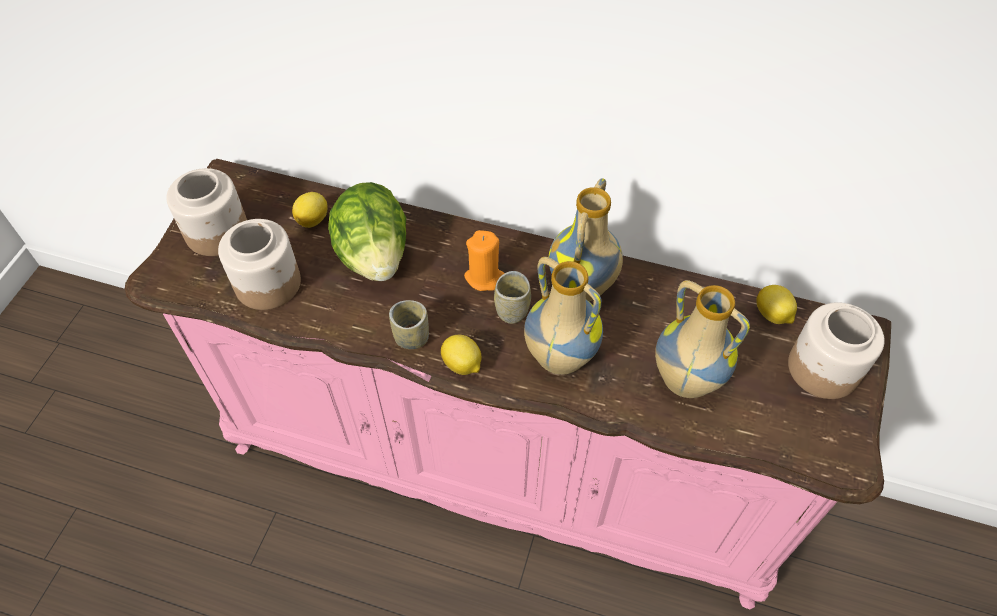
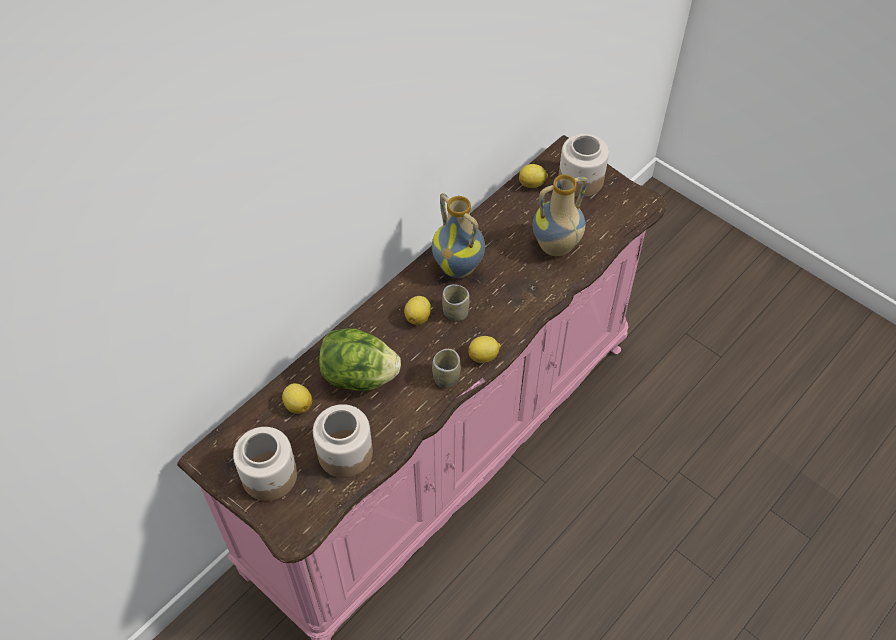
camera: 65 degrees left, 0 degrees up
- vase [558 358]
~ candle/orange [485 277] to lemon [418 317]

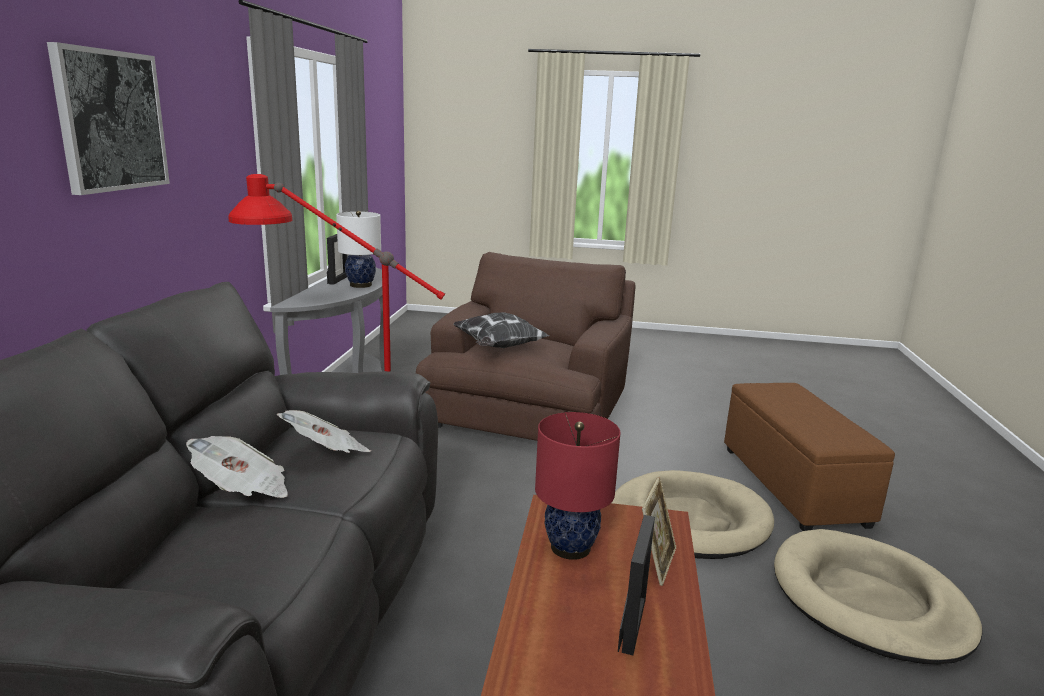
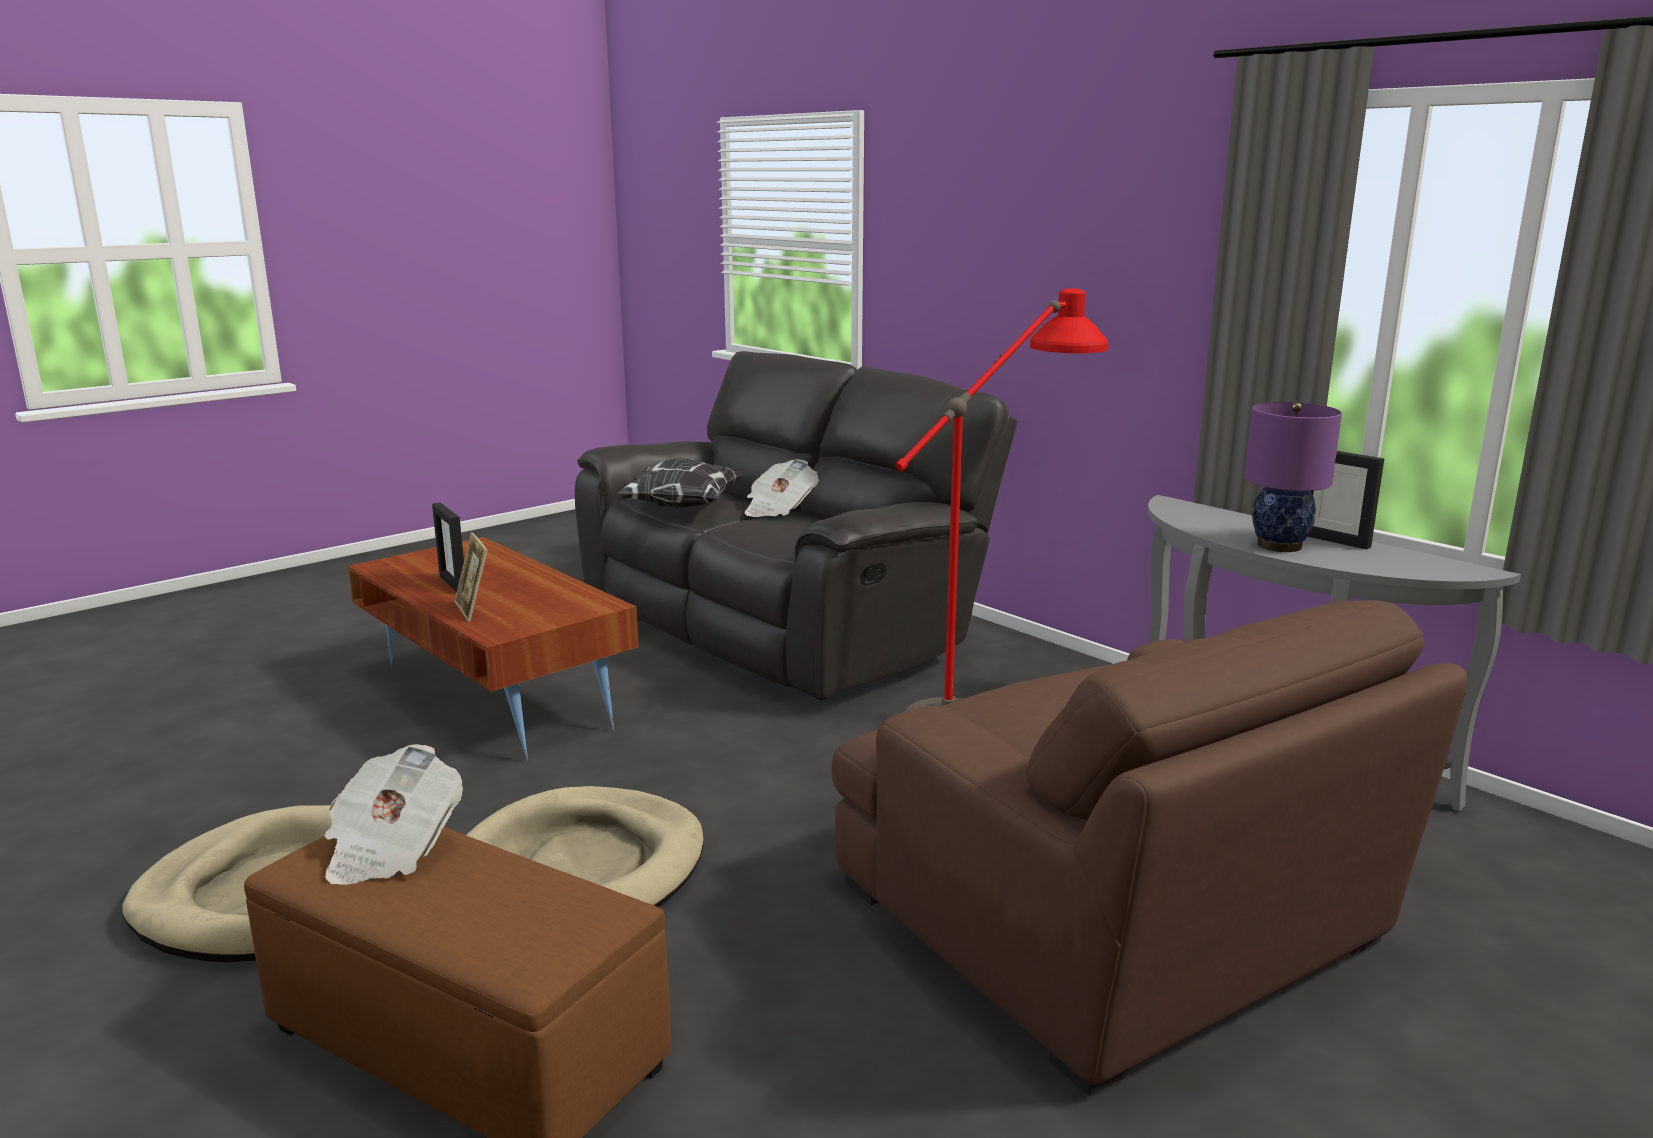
camera: 130 degrees right, 0 degrees up
- picture [111 121]
- table lamp/red [571 547]
~ newspaper [326 453] to [391 849]
~ pillow [499 347] to [681 507]
~ table lamp/white [361 285] to table lamp/purple [1280 546]

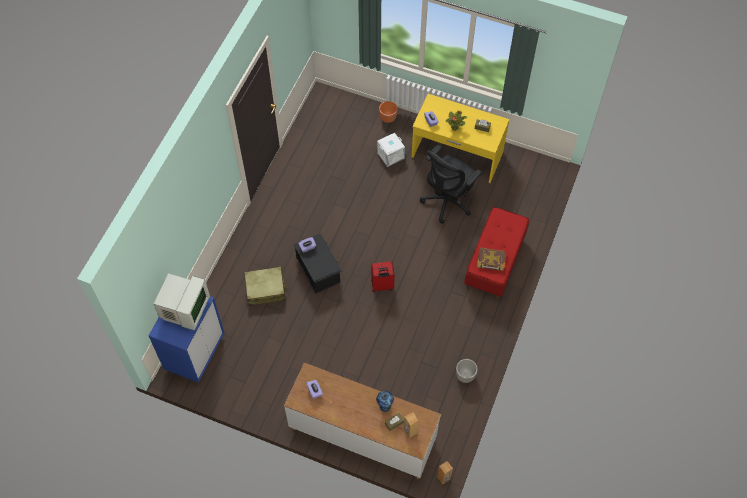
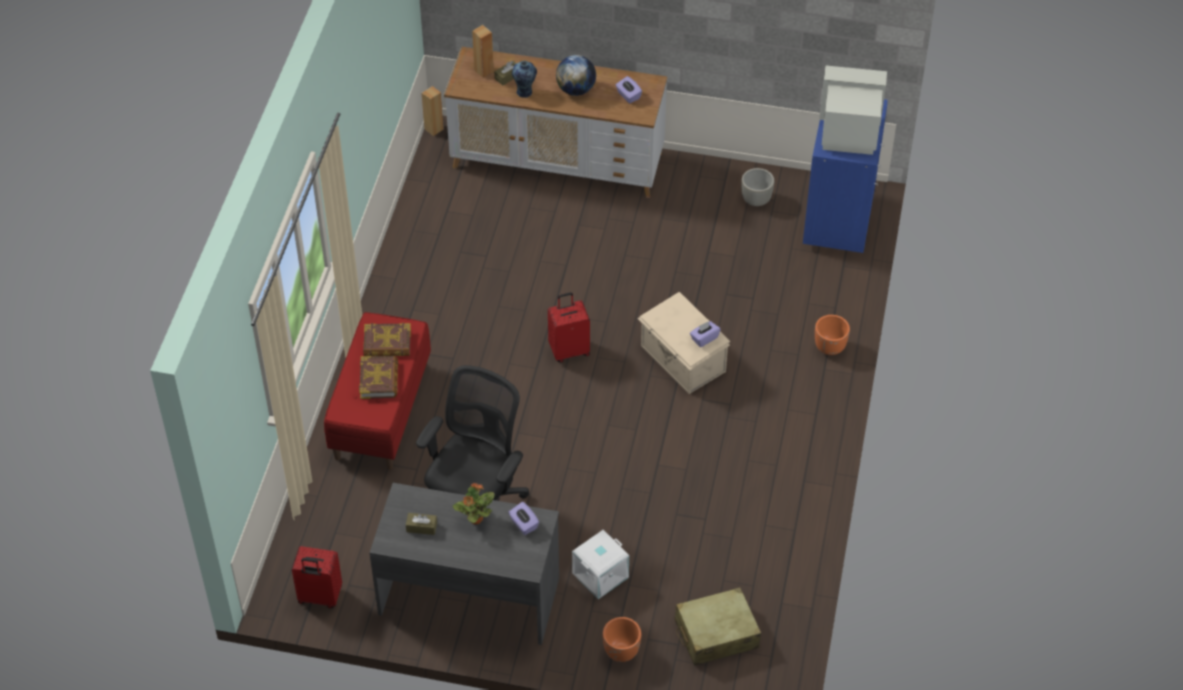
camera: 170 degrees right, 10 degrees down
+ suitcase/red [319 597]
+ book [379 380]
+ globe [576 89]
+ planter/orange [830 348]
~ suitcase/beige [266 289] to [716 634]
~ planter/grey [465 376] to [756 200]
~ storage box/black [318 269] to storage box/beige [682 359]
~ desk/yellow [457 155] to desk/grey [469 594]
~ monitor [184 310] = [849 134] 90 degrees clockwise

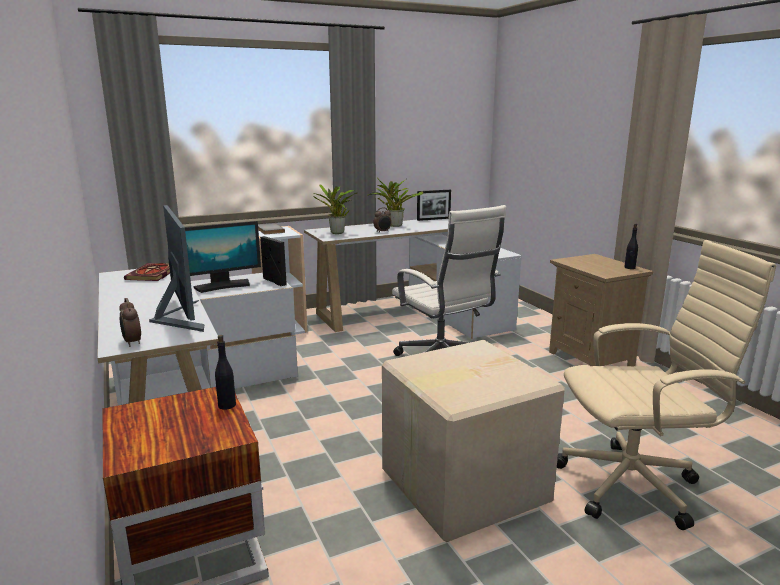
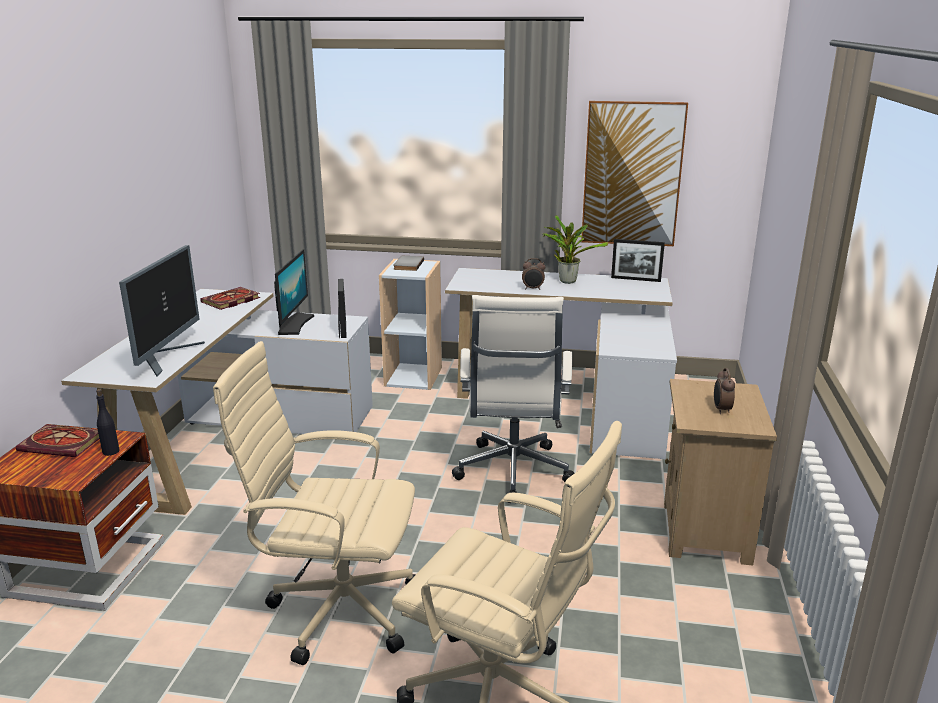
camera: 35 degrees right, 5 degrees up
- potted plant [337 233]
- bottle/black [629 268]
+ book [64 443]
+ picture [632 174]
~ alarm clock [132 342] to [721 409]
~ cardboard box [461 485] to office chair/beige [336 610]
~ monitor [222 286] = [294 324] 90 degrees counterclockwise

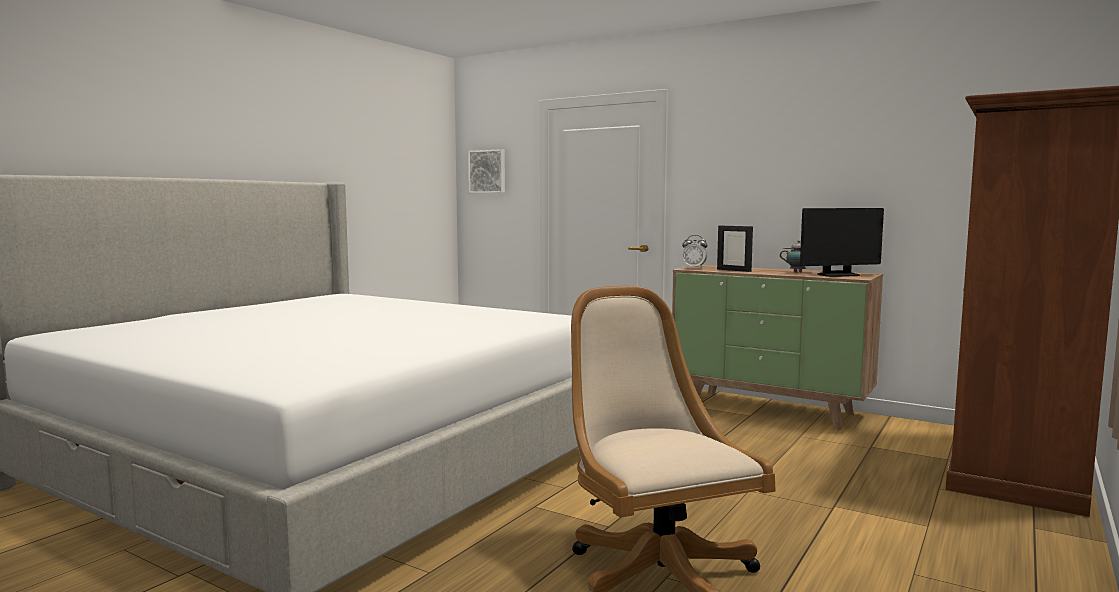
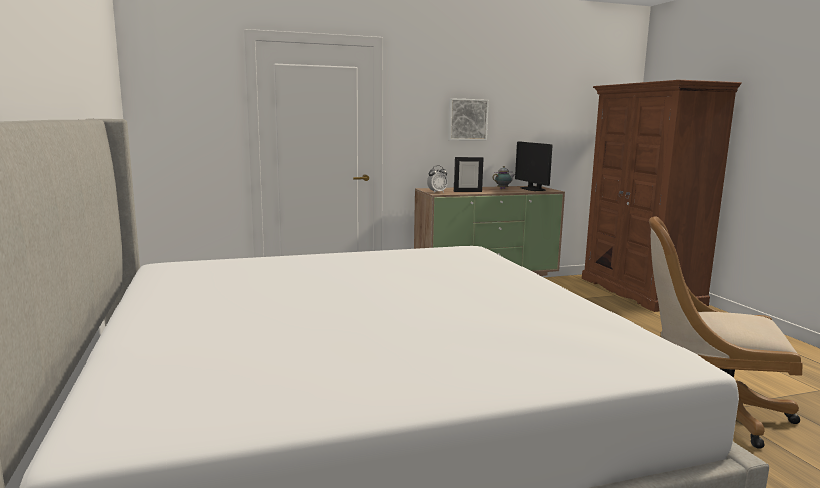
camera: 50 degrees left, 5 degrees up
~ picture [488 171] to [467 119]
~ monitor [838 275] = [532 189] 135 degrees clockwise

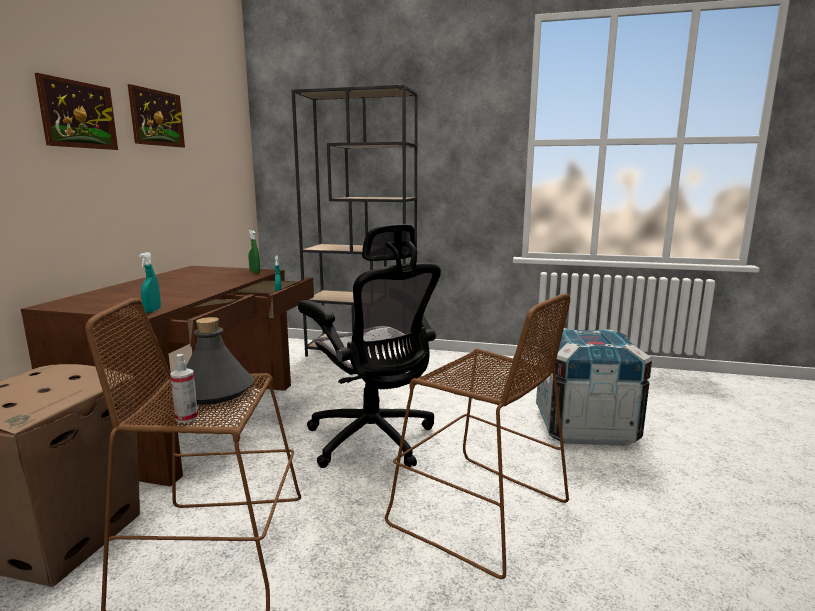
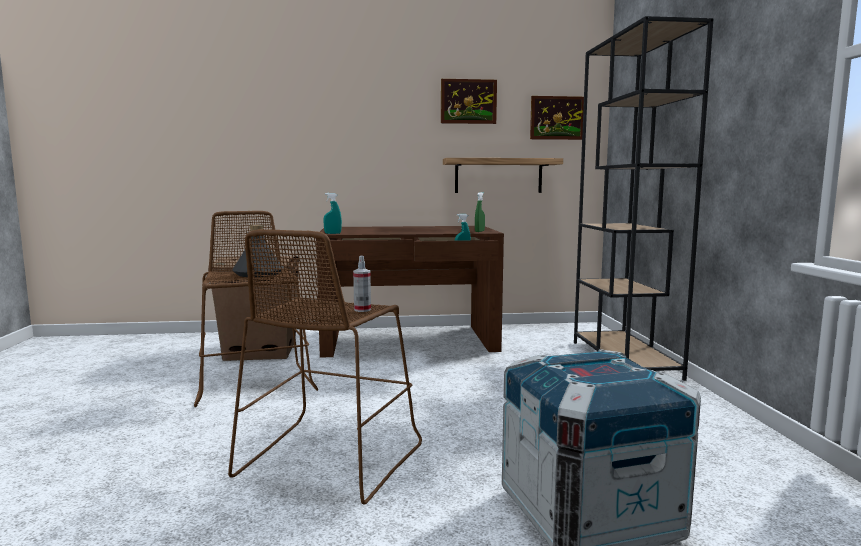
camera: 70 degrees right, 5 degrees down
- office chair [372 439]
+ shelf [498 176]
~ picture [78 115] to [557 118]
~ spray bottle [187 418] to [362 310]

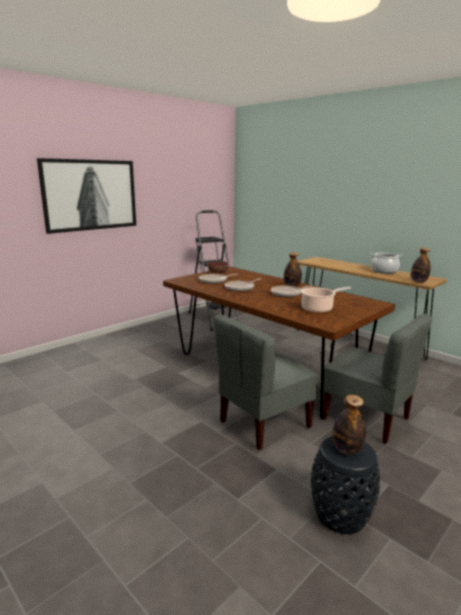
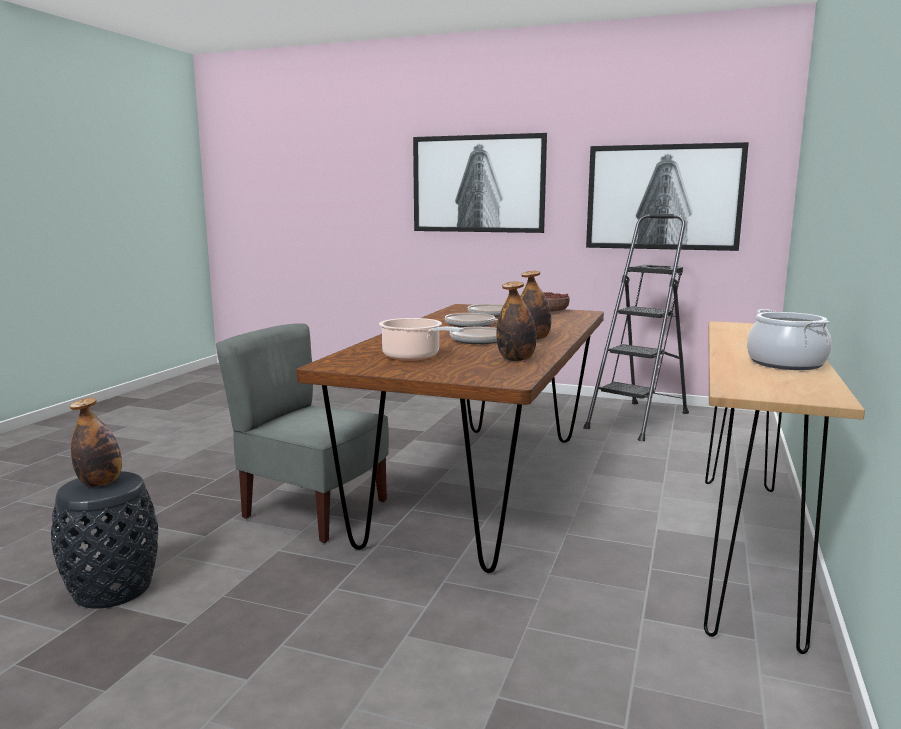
camera: 65 degrees right, 5 degrees down
- chair/grey [366 418]
+ picture [663 197]
~ bottle [418 281] to [516 360]

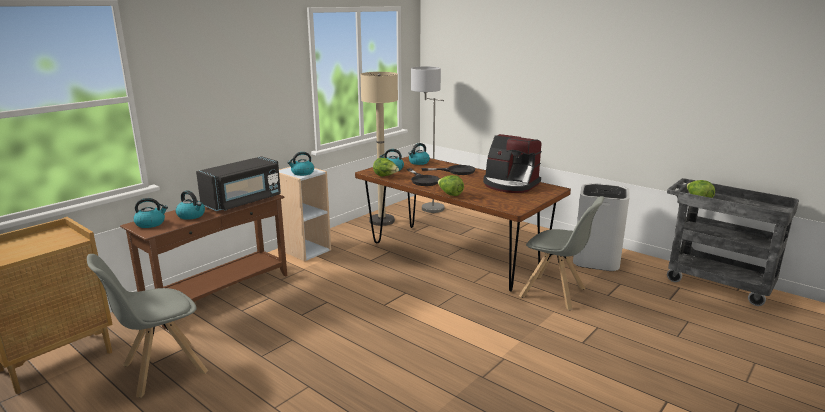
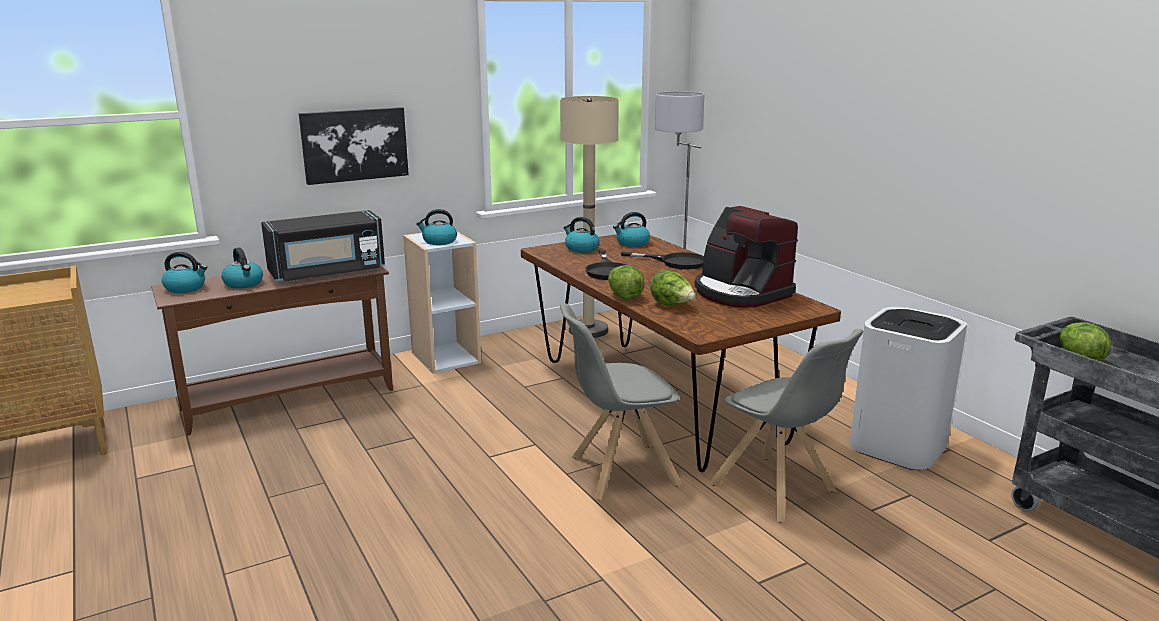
camera: 20 degrees right, 0 degrees up
+ picture [354 145]
~ chair/grey [160 370] to [619 472]
~ lettuce [385 176] to [672 305]

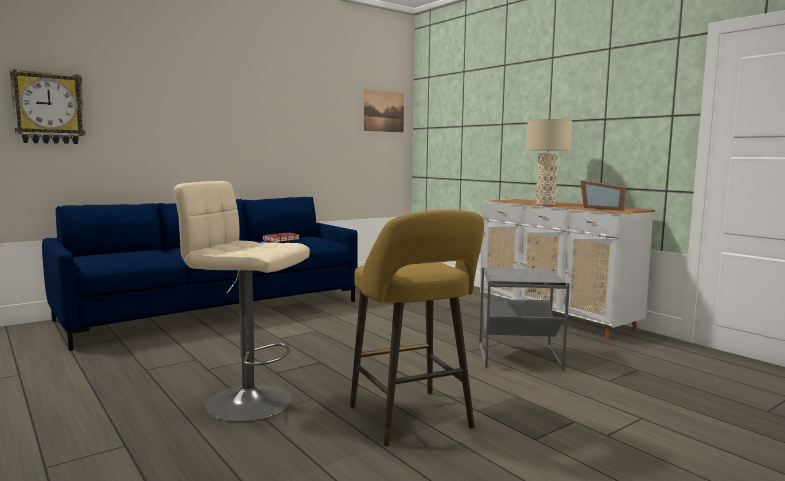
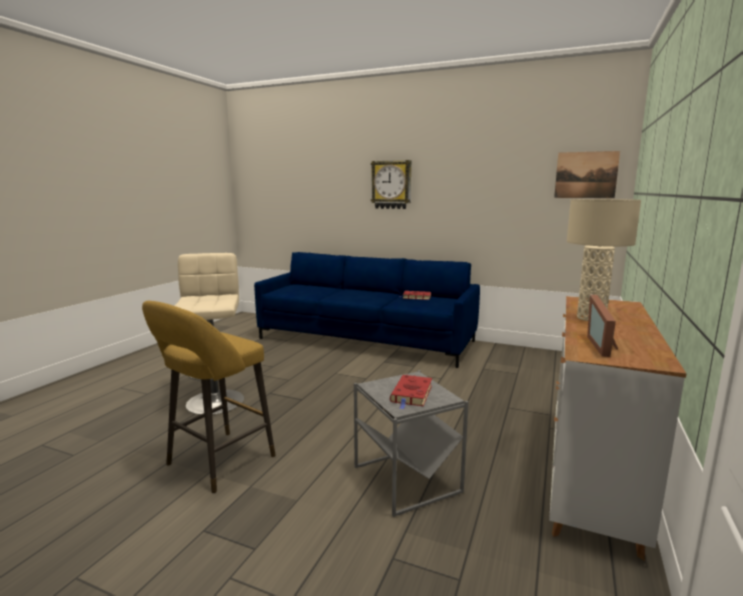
camera: 60 degrees right, 5 degrees up
+ book/red [411 394]
~ wall clock [48 108] to [391 185]

